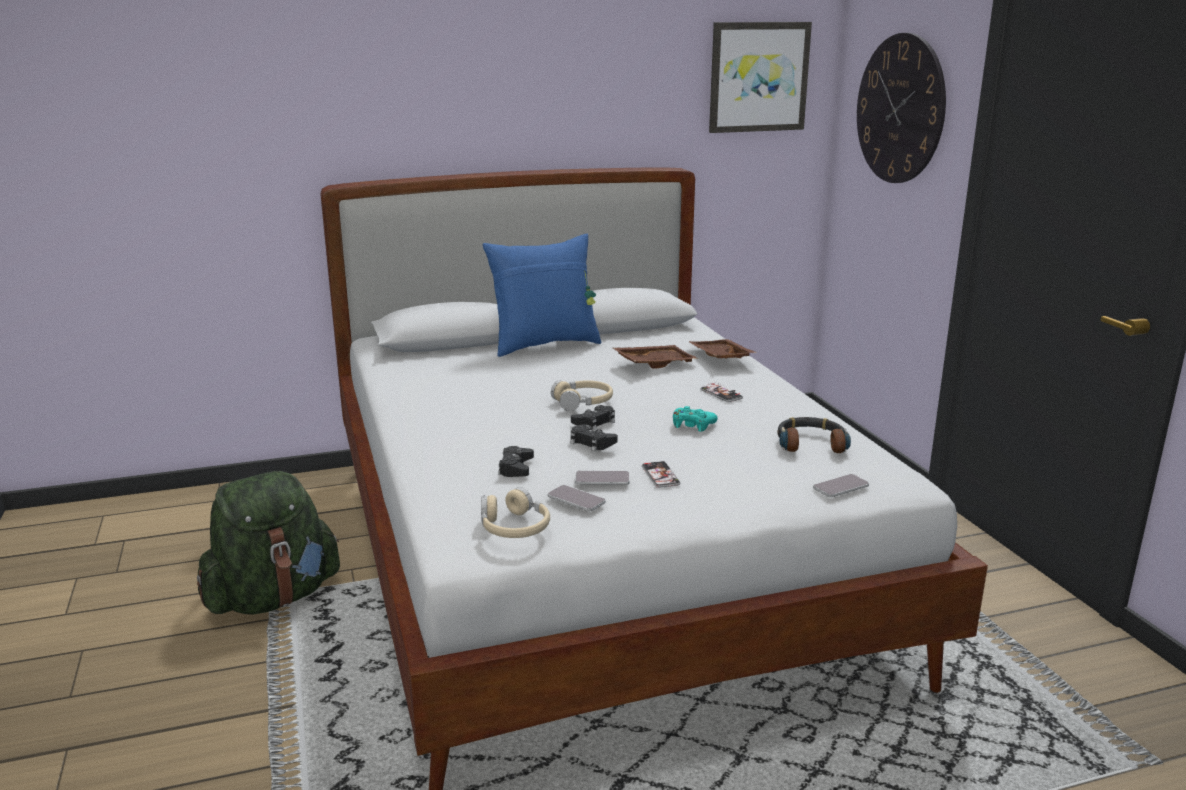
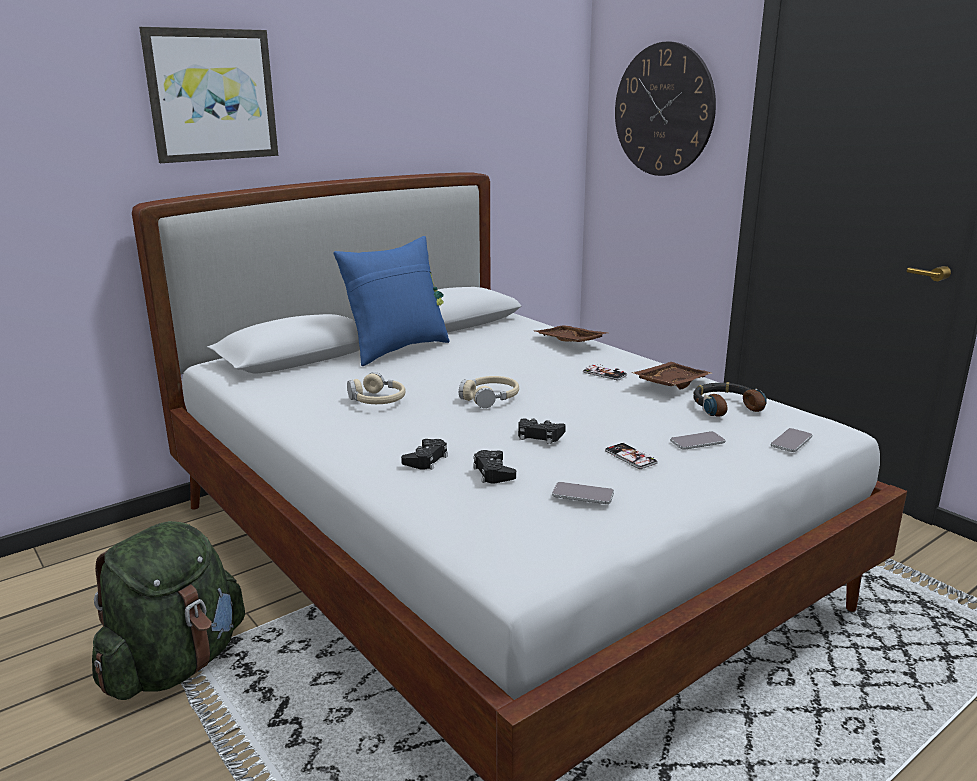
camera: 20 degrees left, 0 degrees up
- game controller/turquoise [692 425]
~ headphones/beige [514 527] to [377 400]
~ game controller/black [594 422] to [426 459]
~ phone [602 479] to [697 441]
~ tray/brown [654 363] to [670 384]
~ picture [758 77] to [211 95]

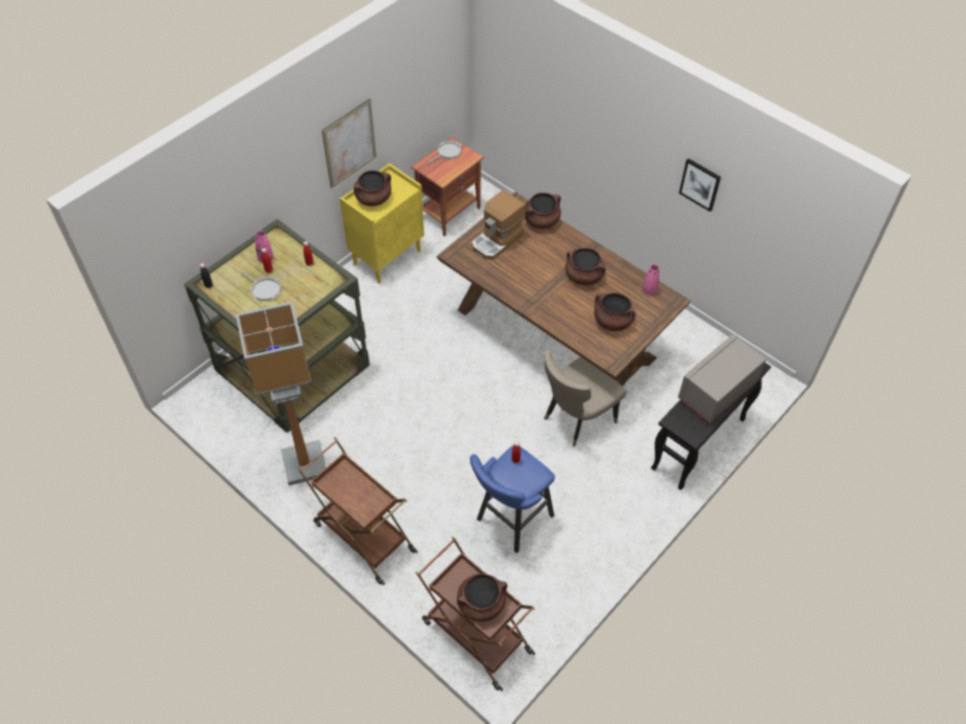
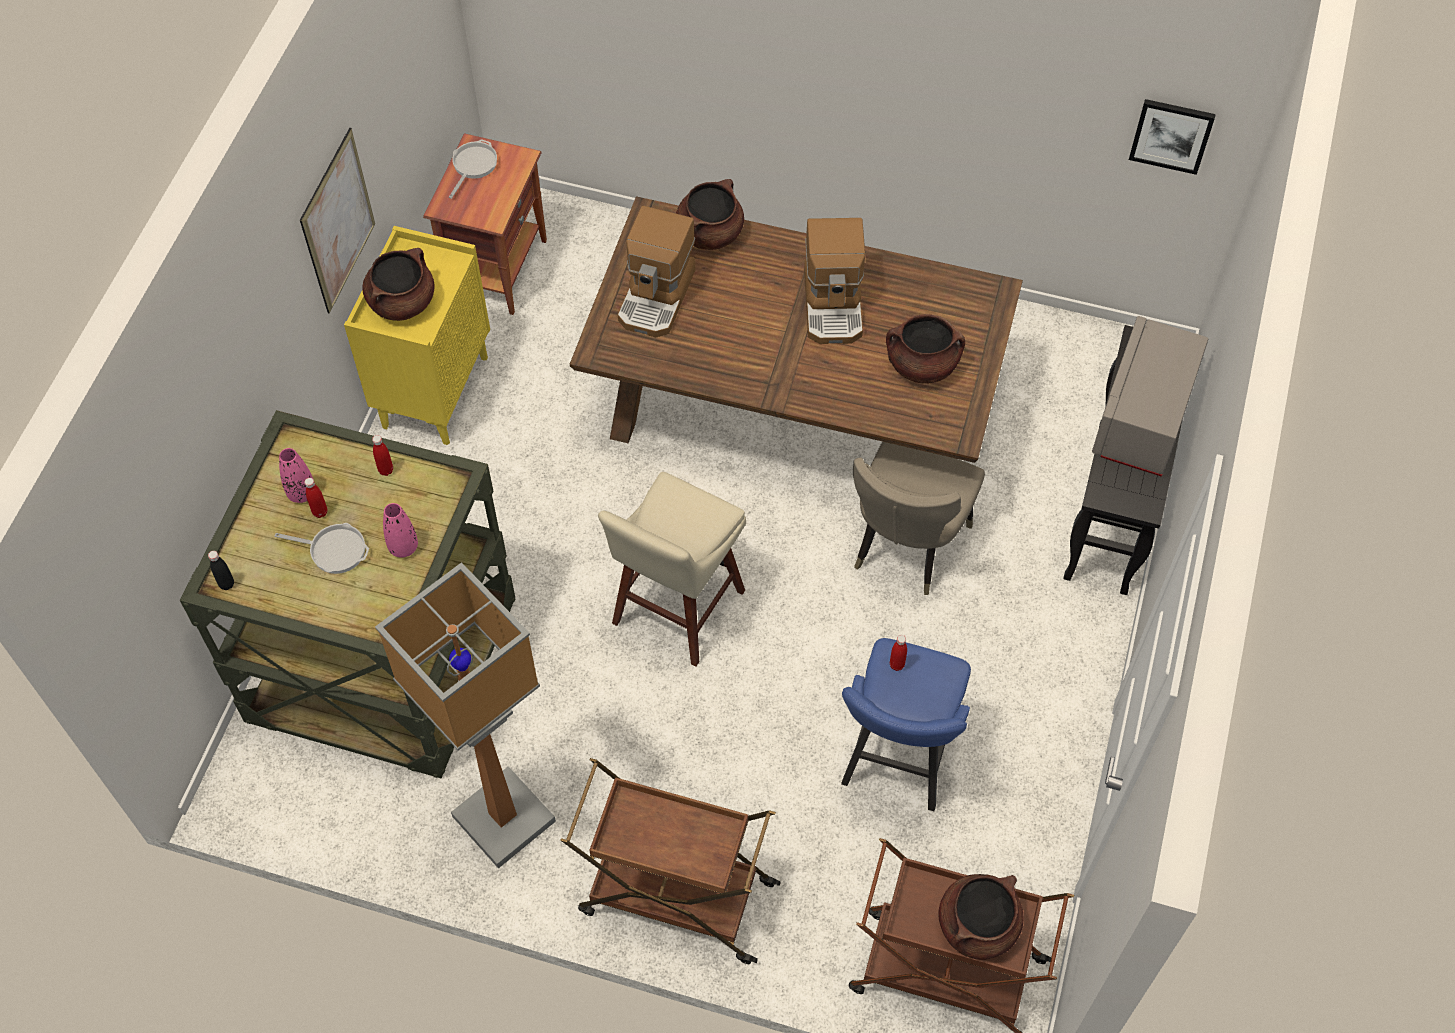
camera: 25 degrees left, 5 degrees up
+ stool/beige [676 610]
~ vase/pink [649 290] to [403 547]
~ picture [700 184] to [1171 135]
~ cooking pot/brown [584 276] to coffee machine [834 305]

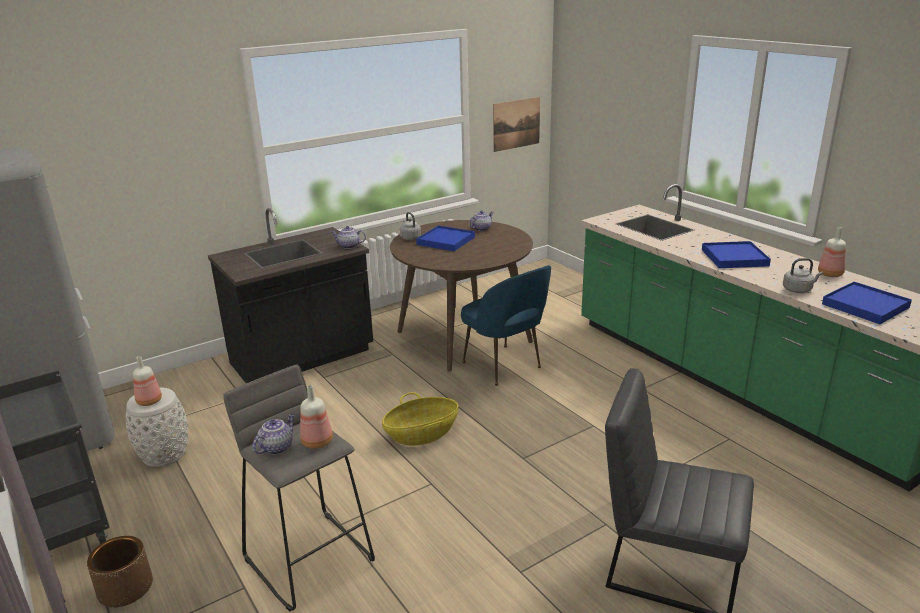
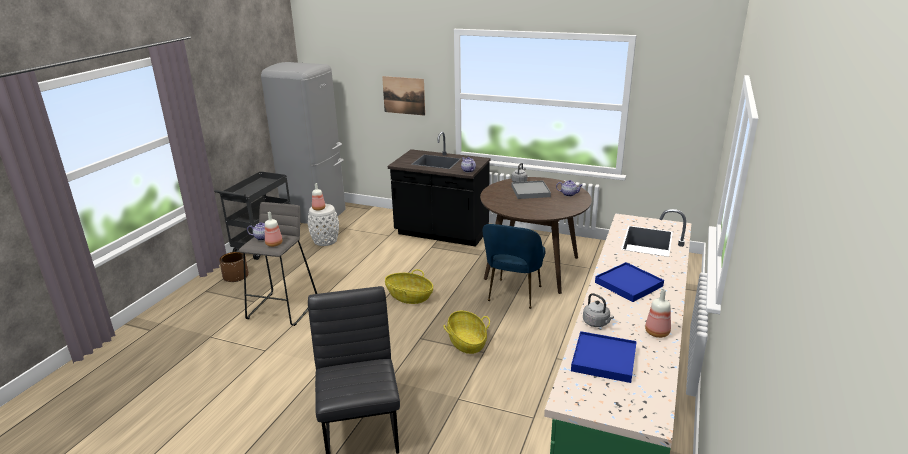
camera: 55 degrees right, 0 degrees up
+ basket [466 342]
~ picture [516 124] to [404 95]
~ tray/blue [446 241] to tray/grey [530 191]

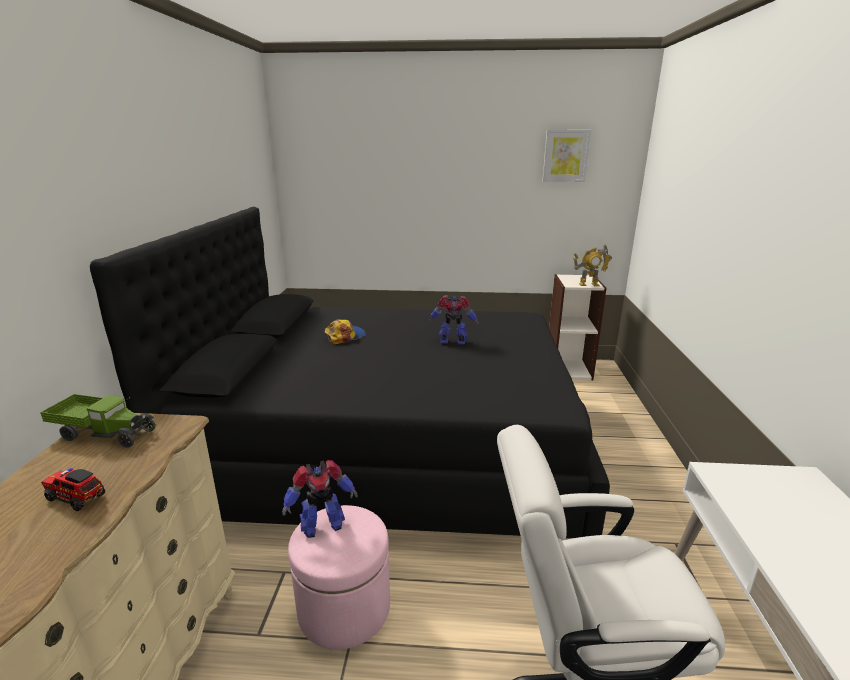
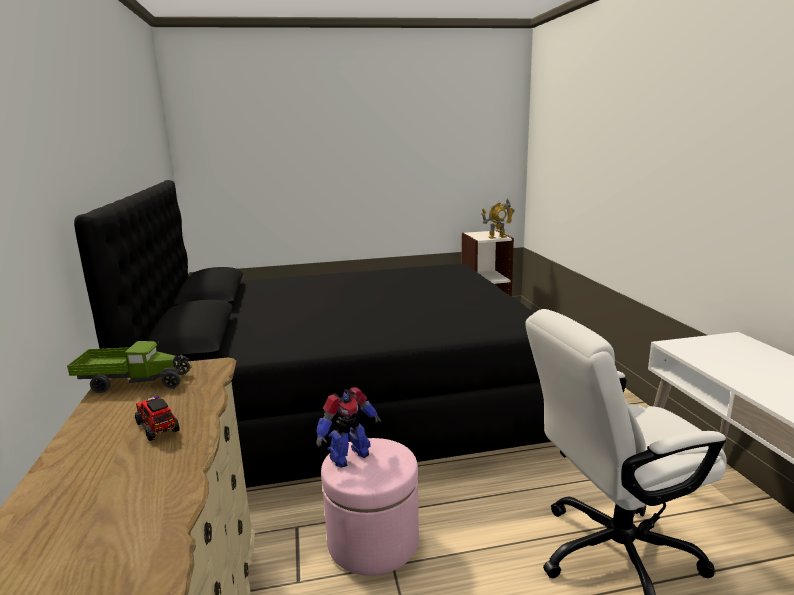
camera: 15 degrees left, 5 degrees down
- cap [345 336]
- toy robot [453 342]
- picture [565 156]
~ toy truck [75 497] = [157 427] 45 degrees clockwise

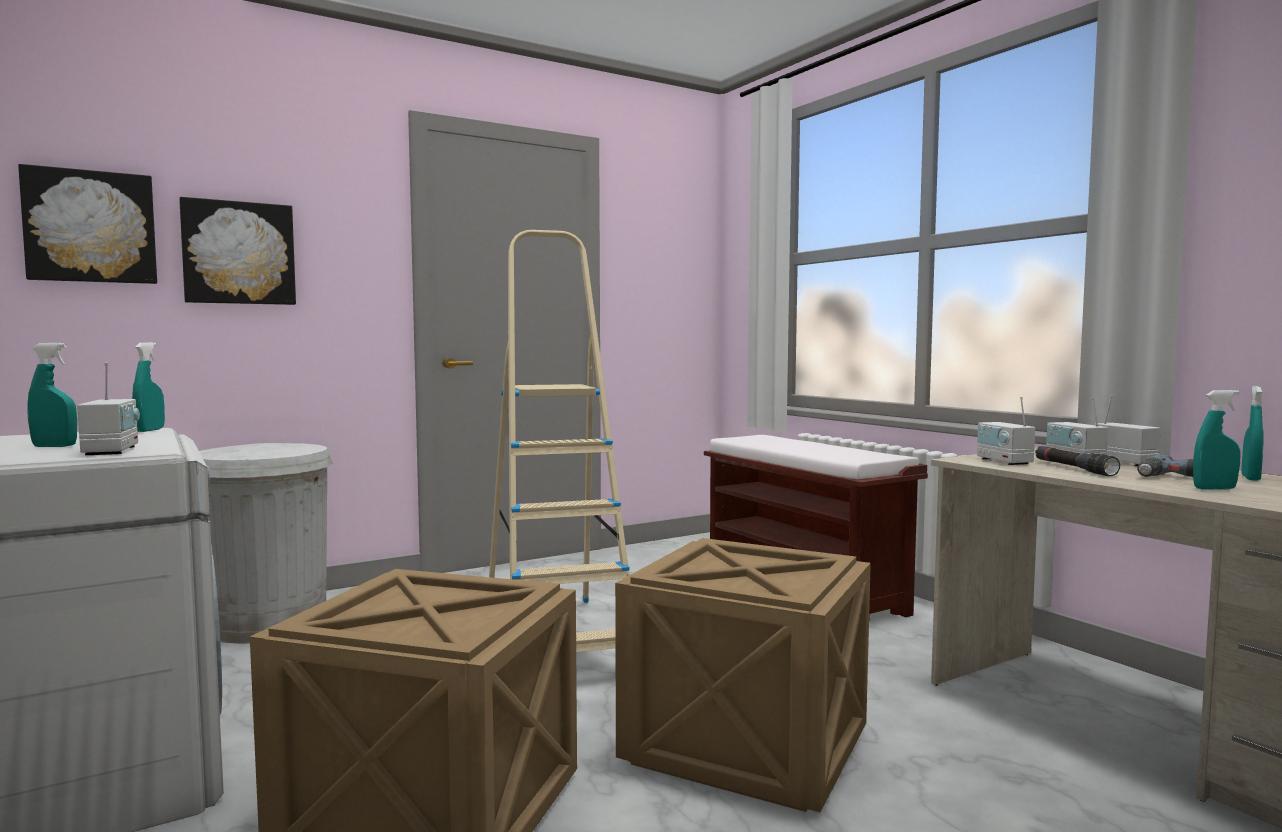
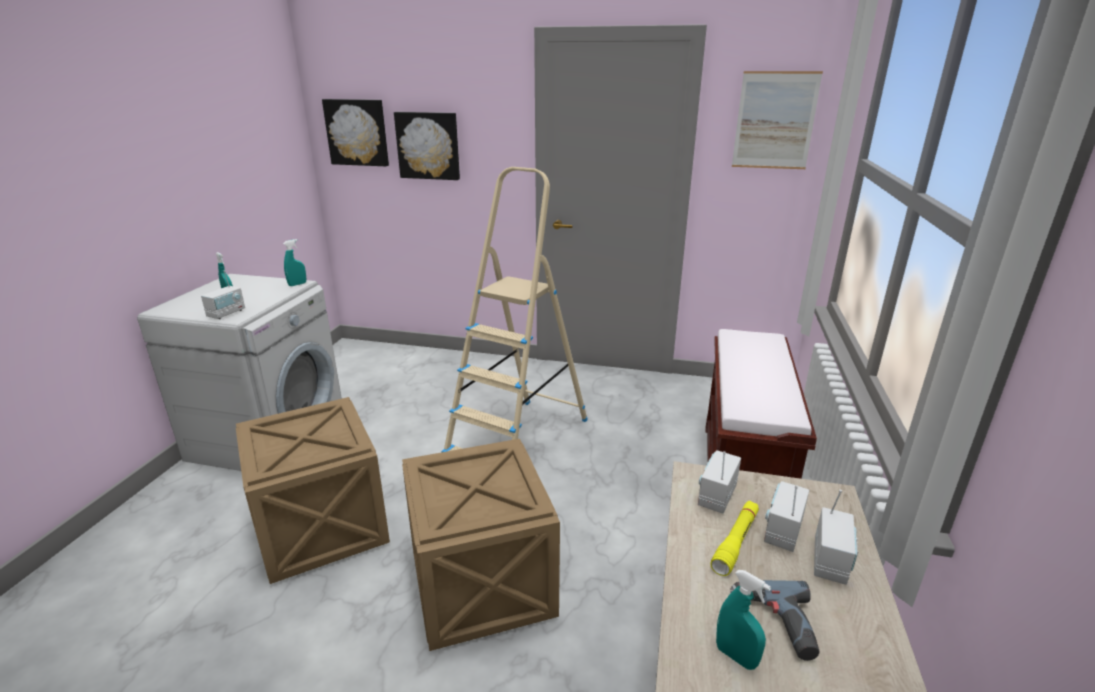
camera: 45 degrees right, 20 degrees up
- trash can/white [267 623]
- spray bottle/turquoise [1250 478]
+ picture [775 121]
~ flashlight/black [1073 468] to flashlight/yellow [735 542]

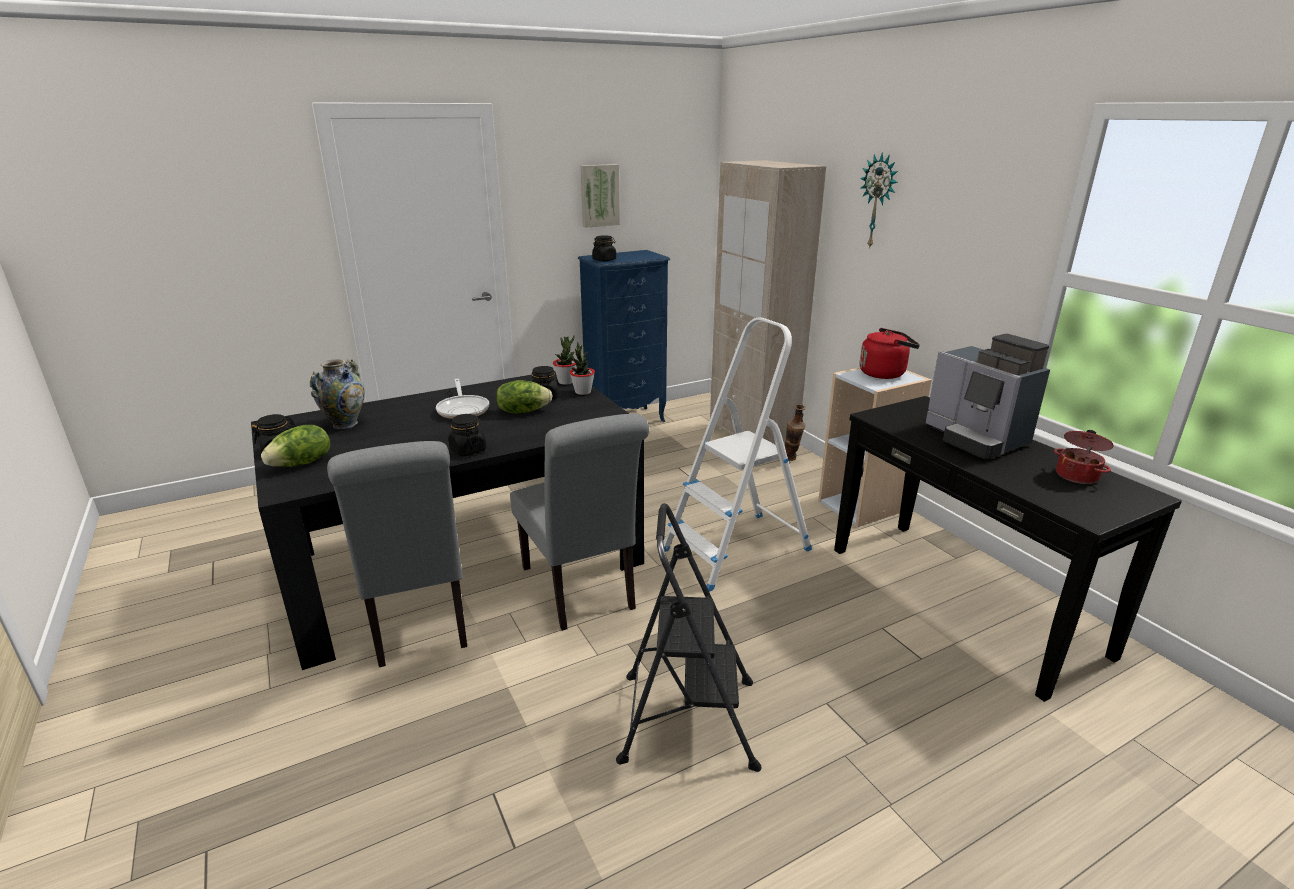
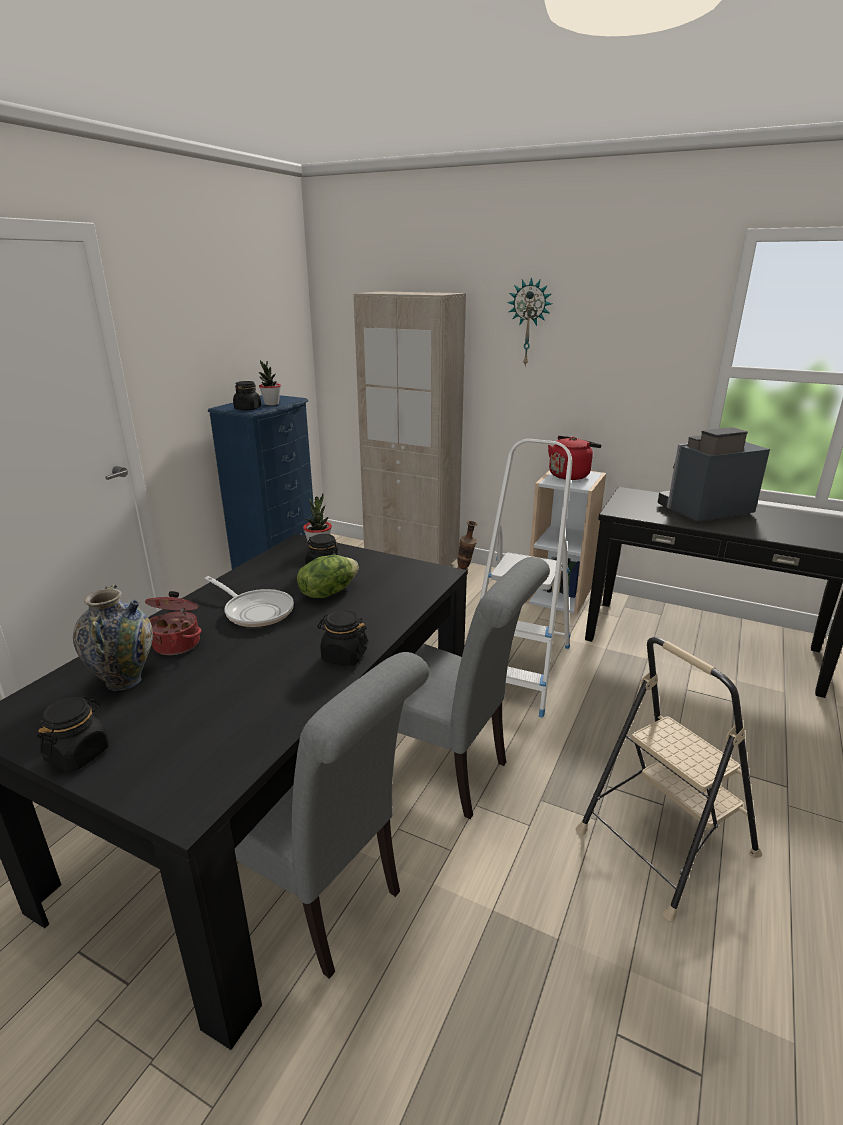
camera: 35 degrees left, 0 degrees up
- lettuce [302 463]
- picture [599 195]
~ potted plant [582 392] to [271 404]
~ cooking pot [1077 475] to [178 643]
~ step ladder/black [683 718] to step ladder/beige [662 843]
~ coffee machine [976 439] = [703 511] 135 degrees clockwise

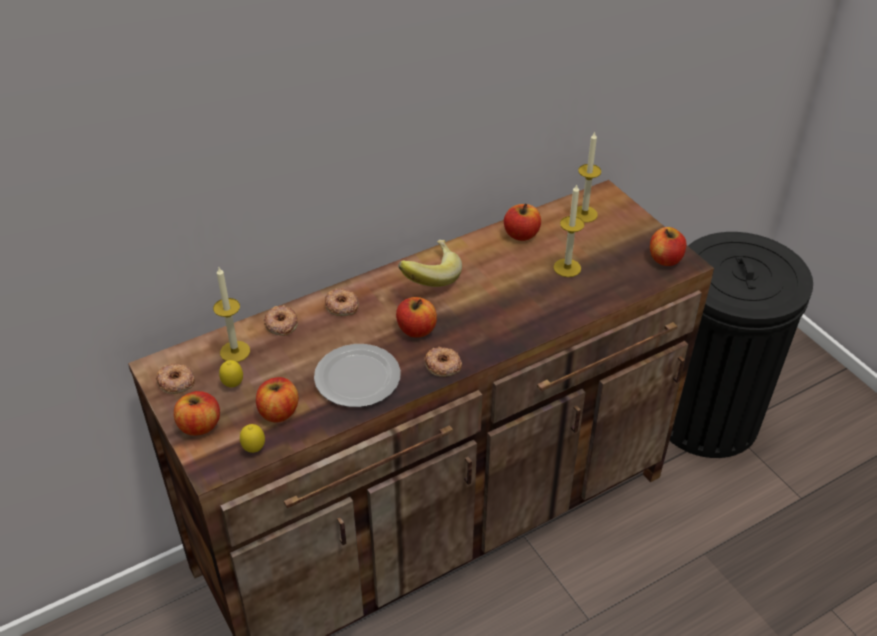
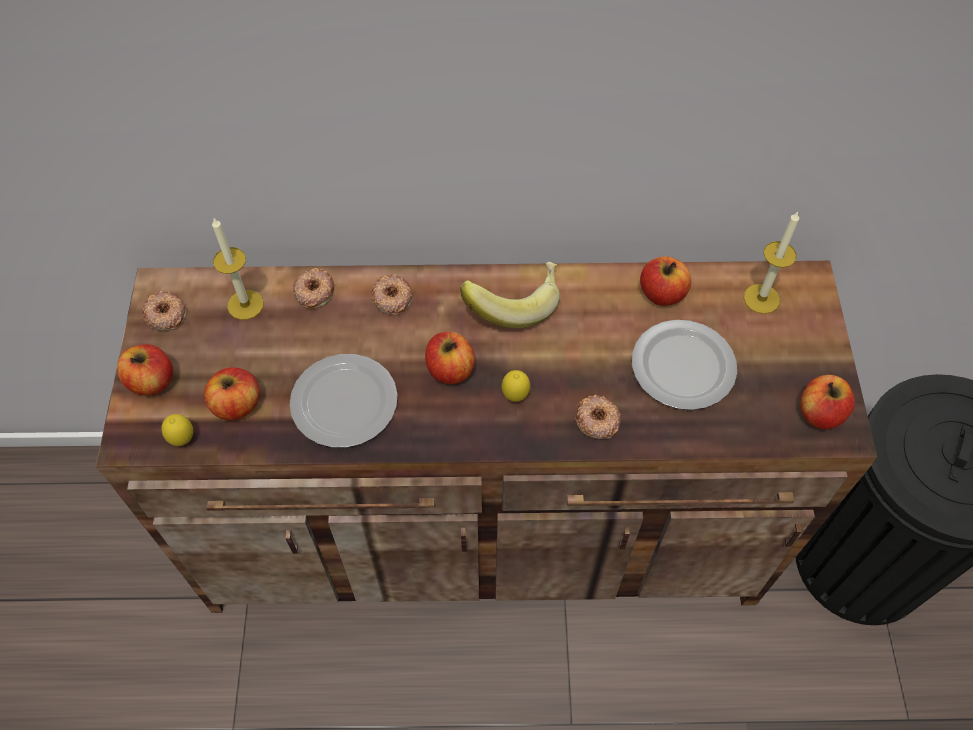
camera: 30 degrees right, 15 degrees up
~ lemon [233 385] to [515 396]
~ donut [443 365] to [597 420]
~ candle [567 268] to plate [685 367]

